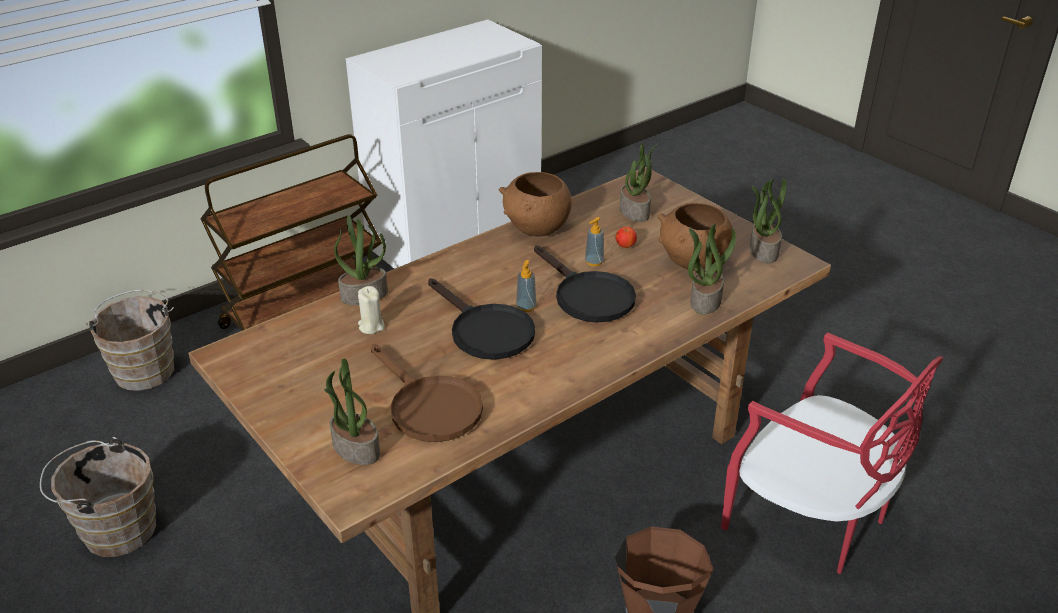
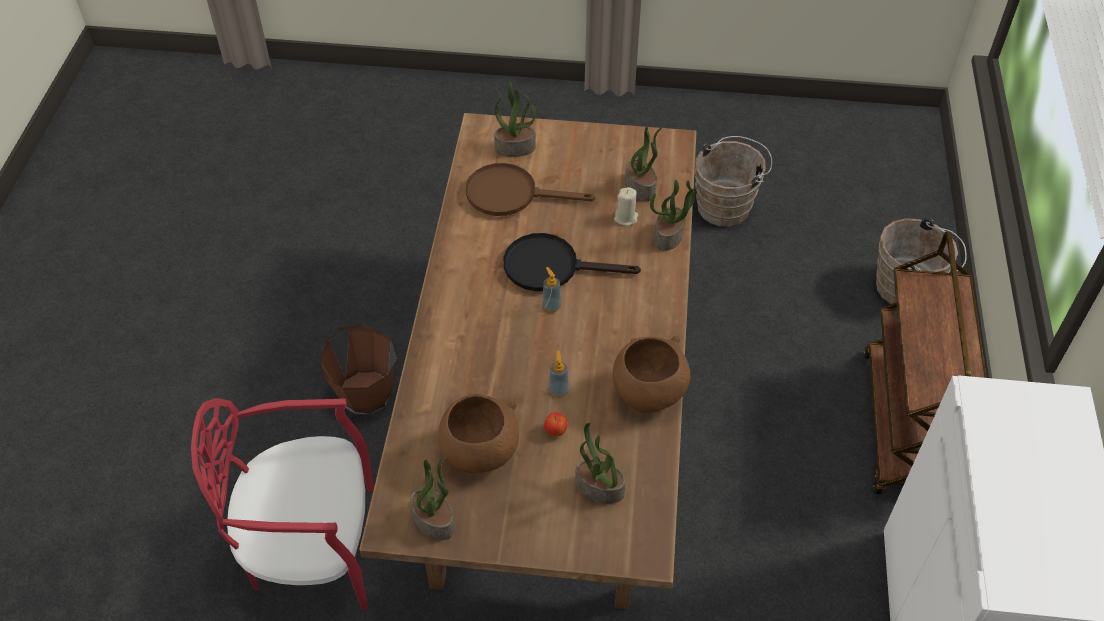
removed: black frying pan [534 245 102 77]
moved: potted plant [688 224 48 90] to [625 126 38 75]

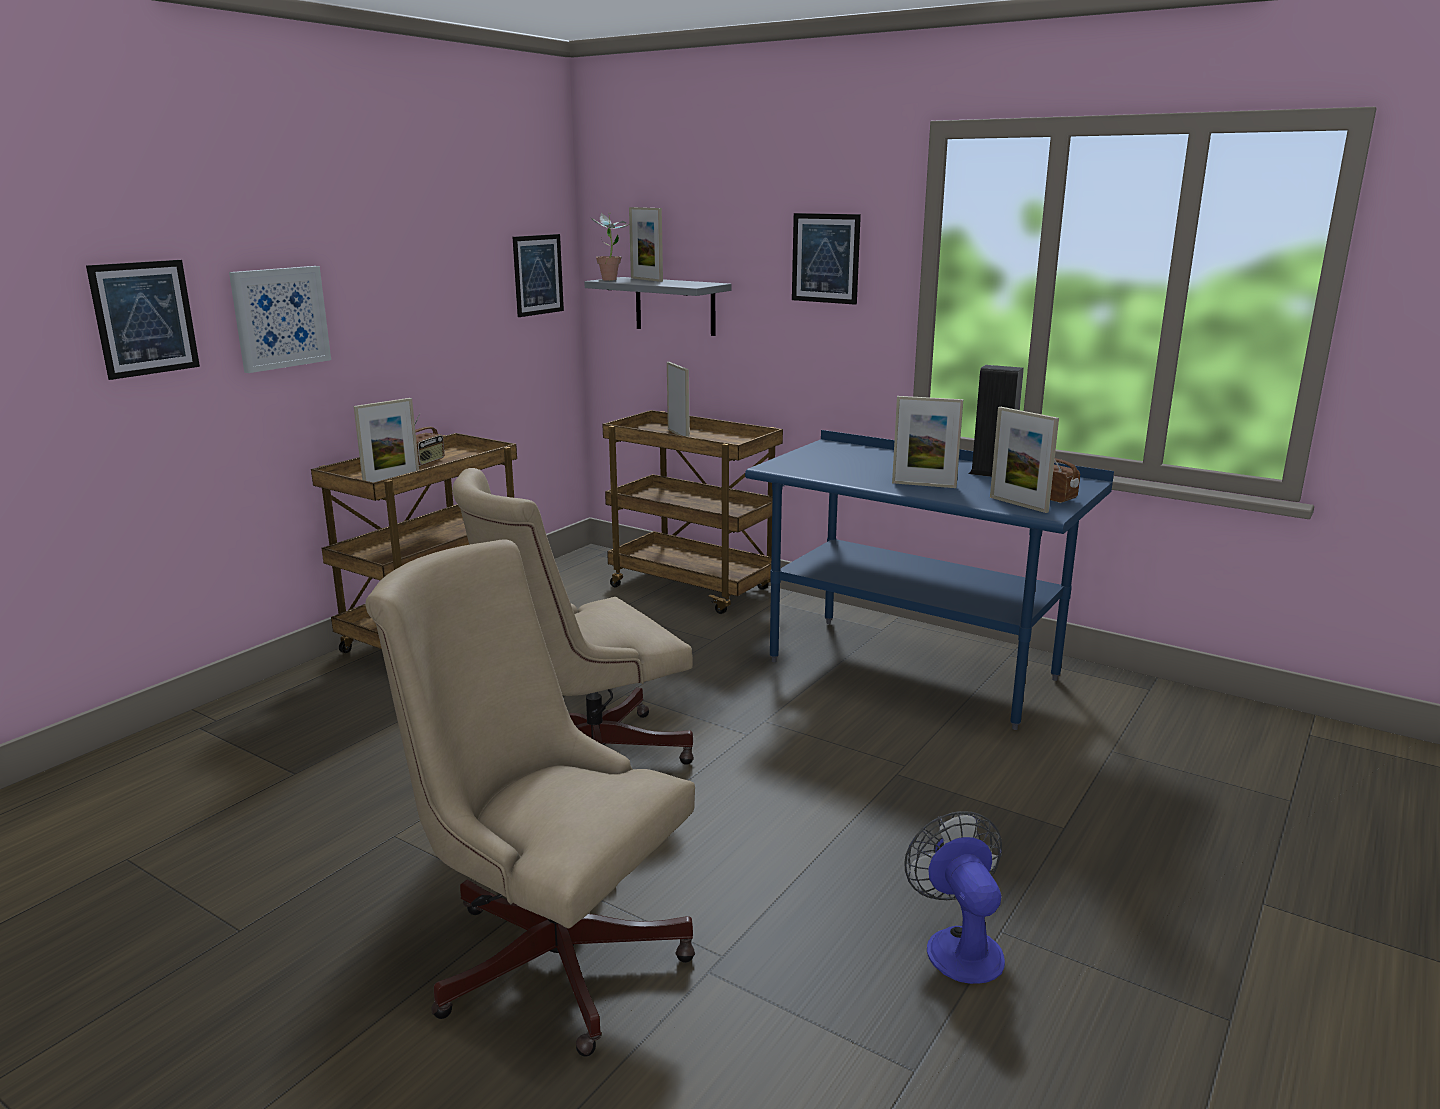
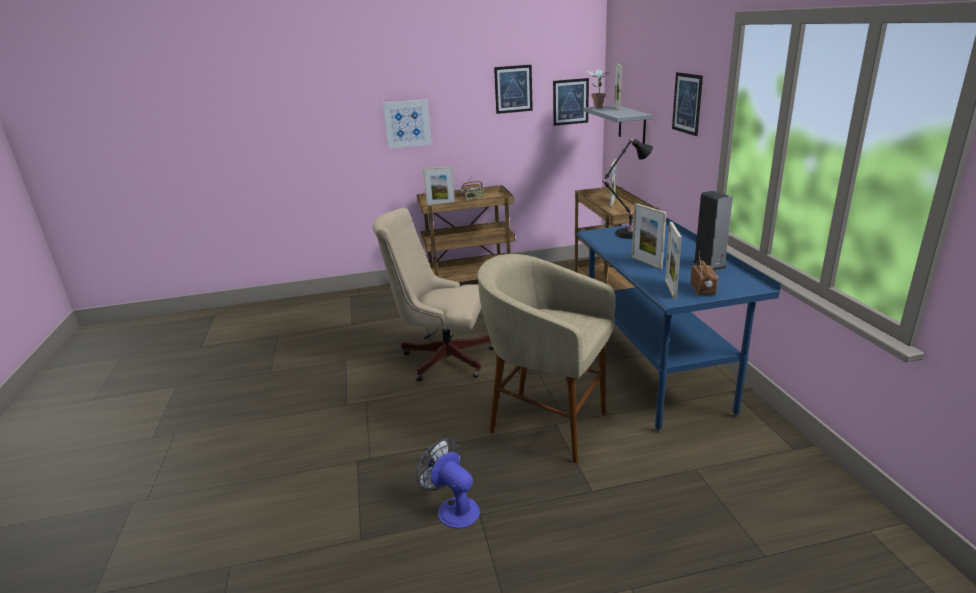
removed: beige office chair [365 539 330 518]
added: black table lamp [602 139 51 100]; beige stool [478 254 137 209]
moved: picture [86 260 114 120] to [494 65 39 49]
turned: fan [904 811 101 173] = [417 438 63 91] 75 degrees counterclockwise

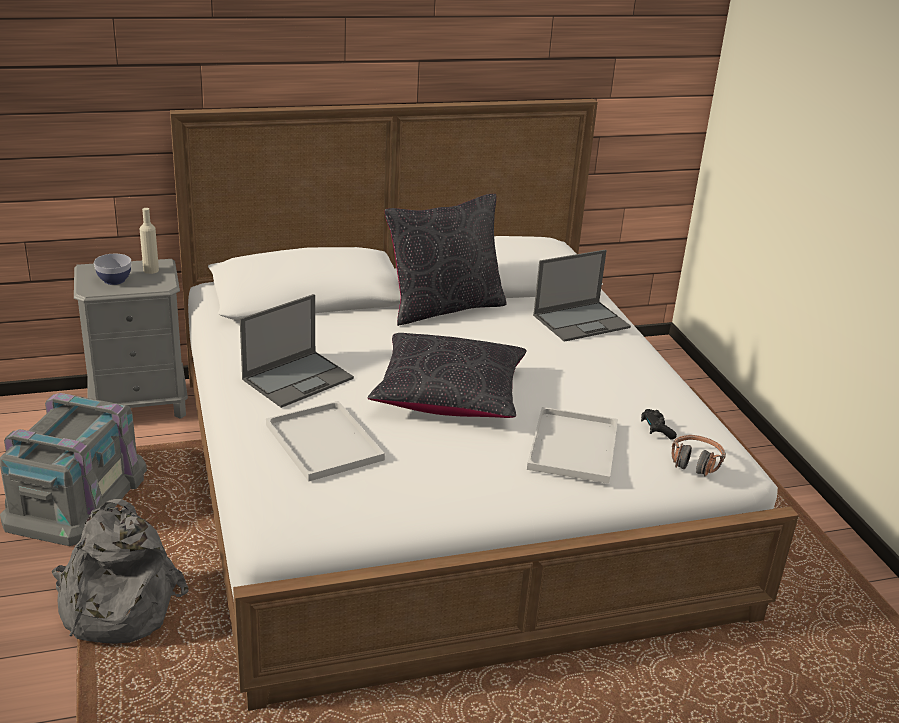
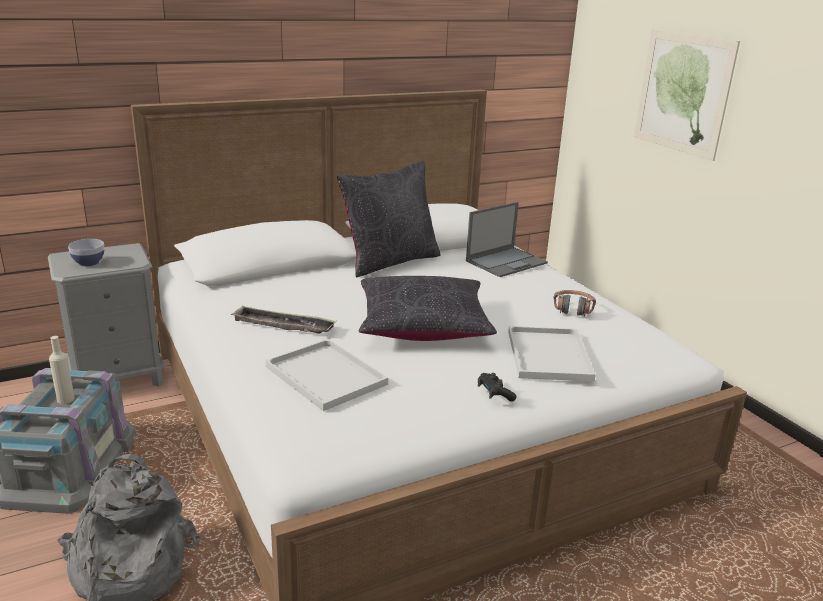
added: picture [634 30 106 131]
moved: beige bottle [140 208 19 66] to [49 336 26 68]; black game controller [641 409 36 31] to [478 373 38 29]; headphones [672 435 54 41] to [553 290 43 27]
replaced: laptop [240 294 114 114] to tray [231 305 106 29]

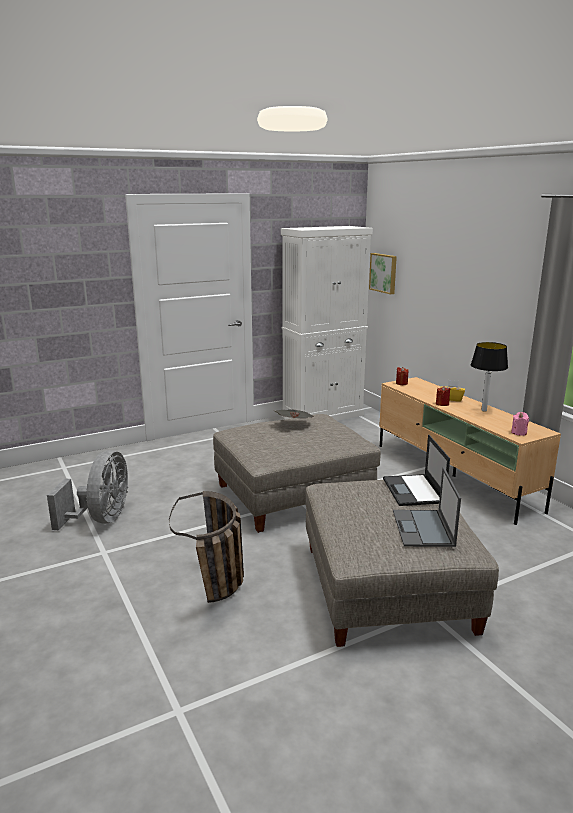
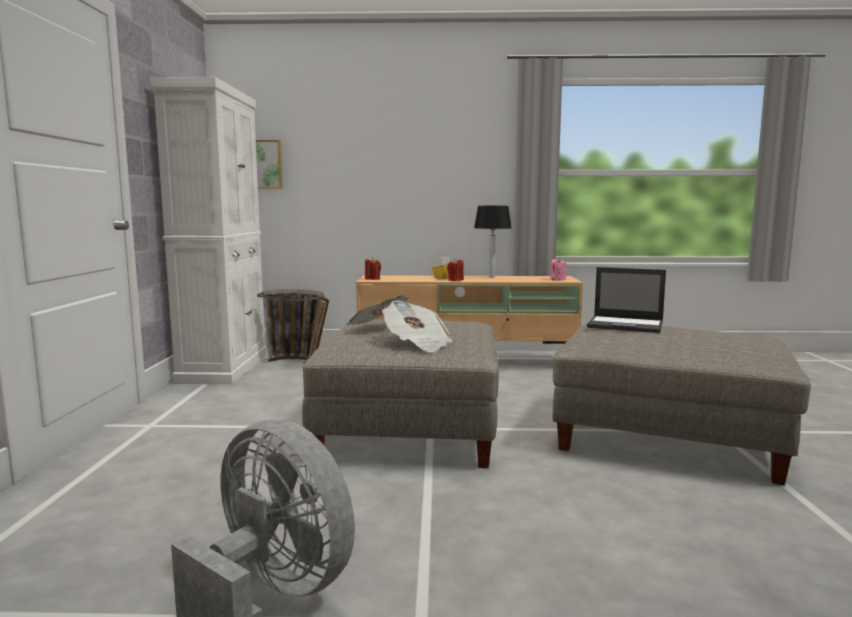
removed: laptop [393 467 68 80]
added: newspaper [382 301 71 51]
moved: basket [169 491 75 112] to [257 289 72 74]

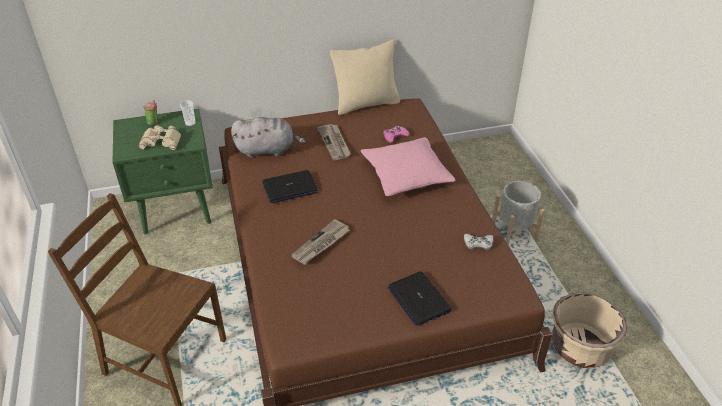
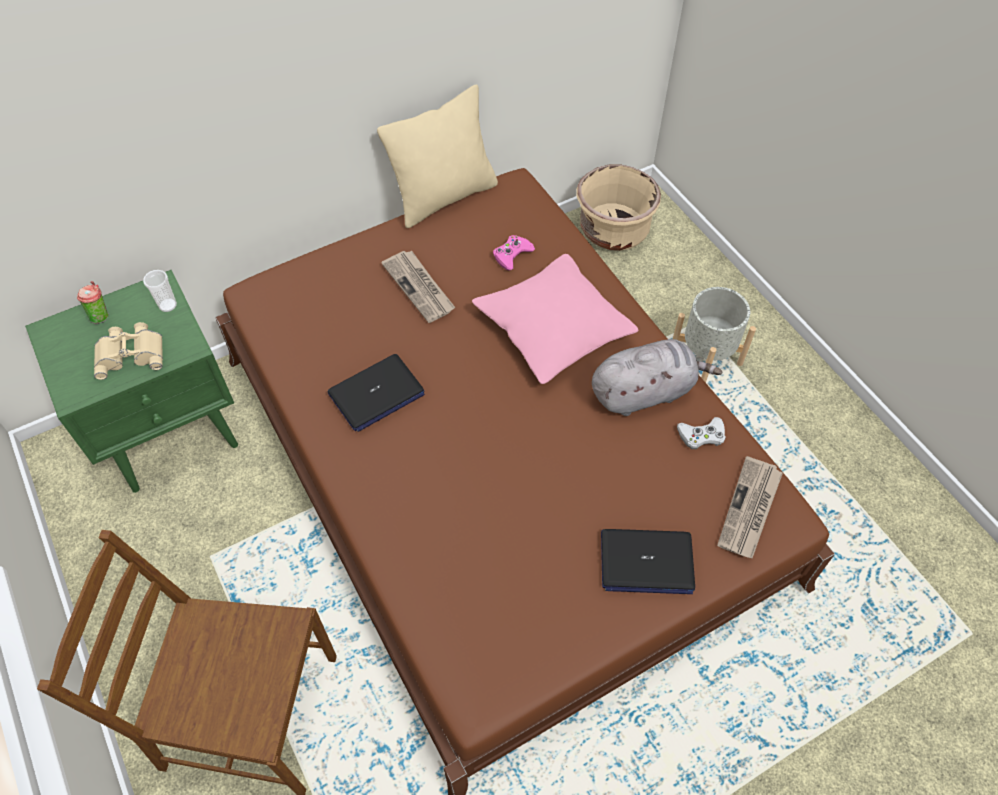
moved: grey plush toy [231 117 75 41] to [592 339 130 77]; newspaper [291 219 59 46] to [717 456 66 102]; beige planter [552 292 75 76] to [577 164 84 87]
turned: laptop [387 271 65 55] = [601 529 94 65] 45 degrees counterclockwise

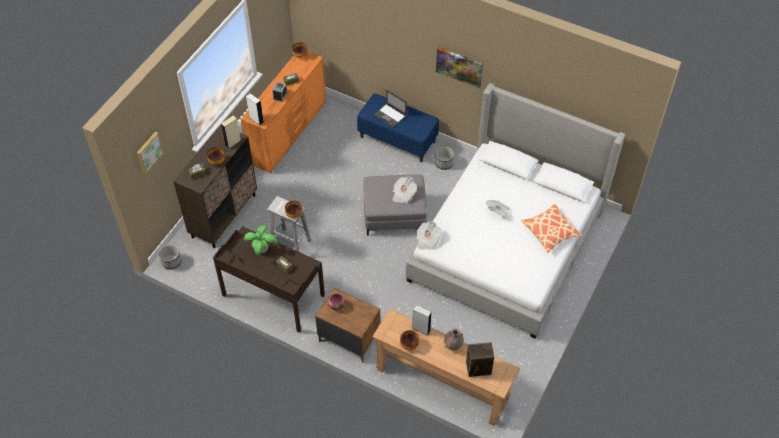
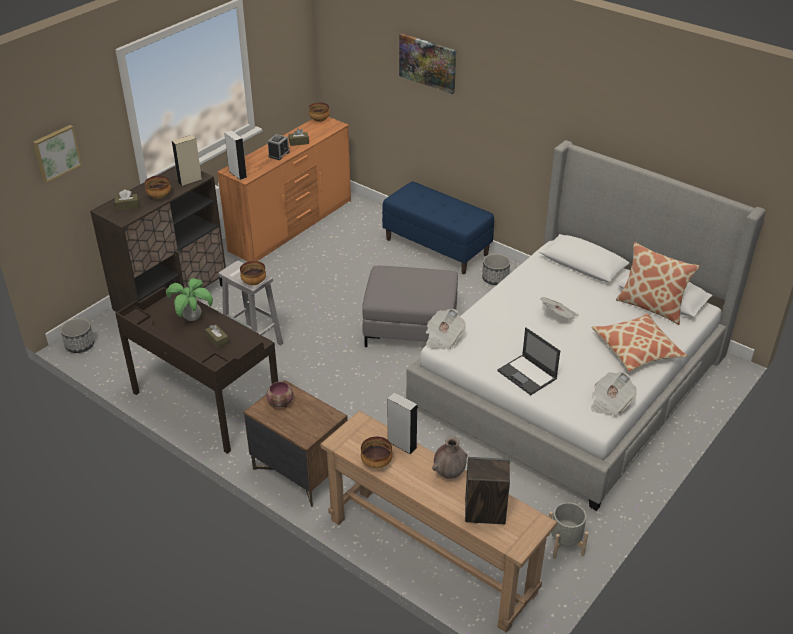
added: pillow [616 242 84 83]; grey planter [548 502 40 57]
moved: picture [436 47 47 41] to [399 33 57 61]; laptop [374 90 33 38] to [497 327 63 68]; newspaper [393 177 24 26] to [591 372 46 45]

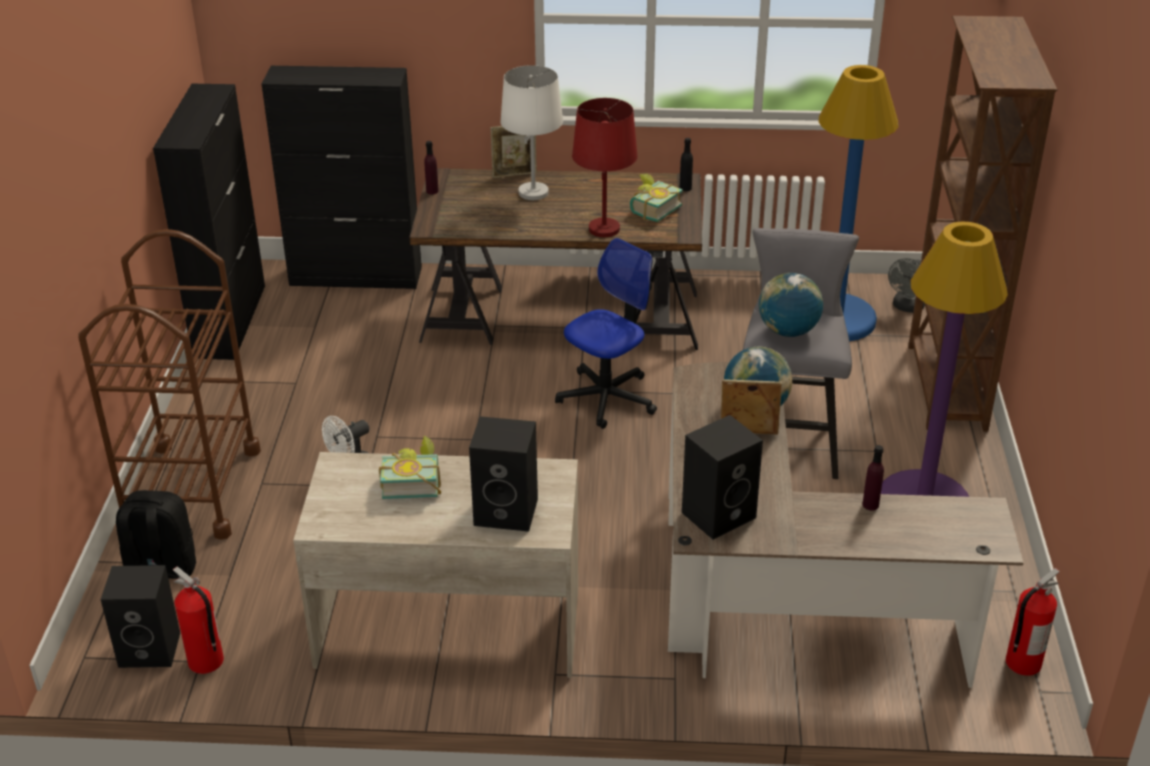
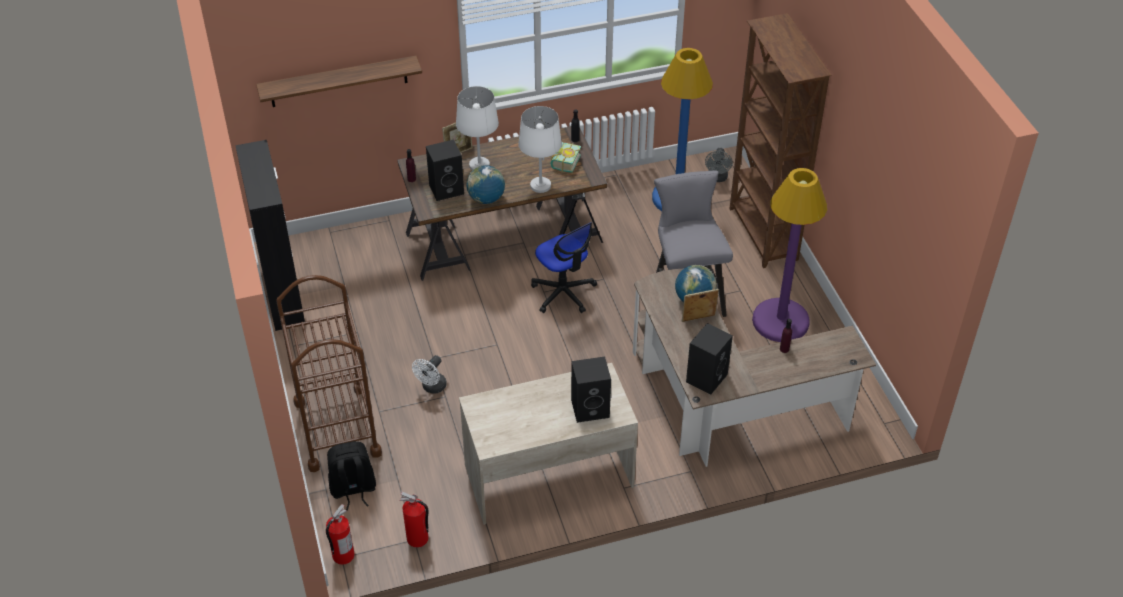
removed: black cabinet [261 66 161 223]; book [379 436 62 63]
added: shelf [256 56 166 51]
moved: globe [759 273 64 64] to [466 165 39 39]; black speaker [101 565 79 103] to [426 140 38 61]; fire extinguisher [1006 568 54 108] to [326 504 28 61]
recoloured: red table lamp [572 98 66 139] to white table lamp [518 106 44 87]
turned: office chair [555 238 102 191] = [531 222 66 91] 120 degrees clockwise

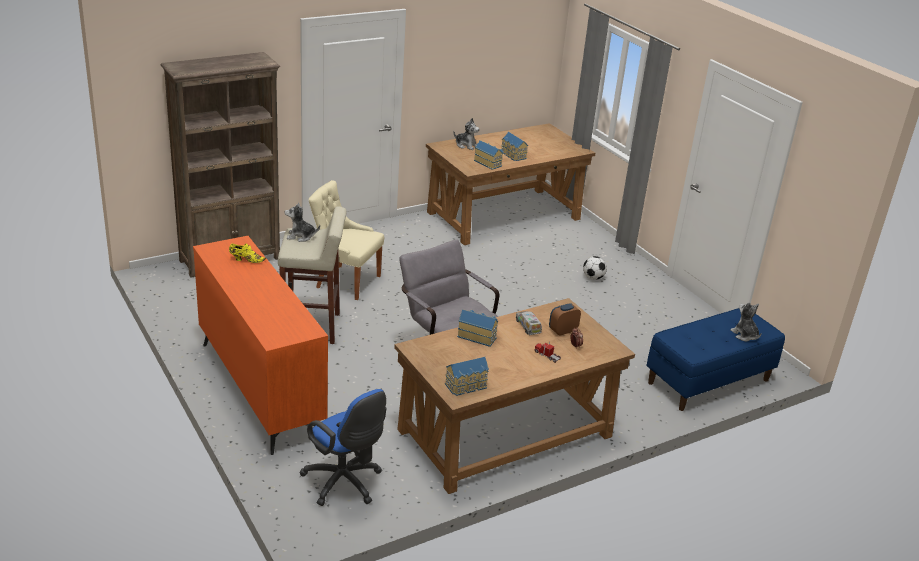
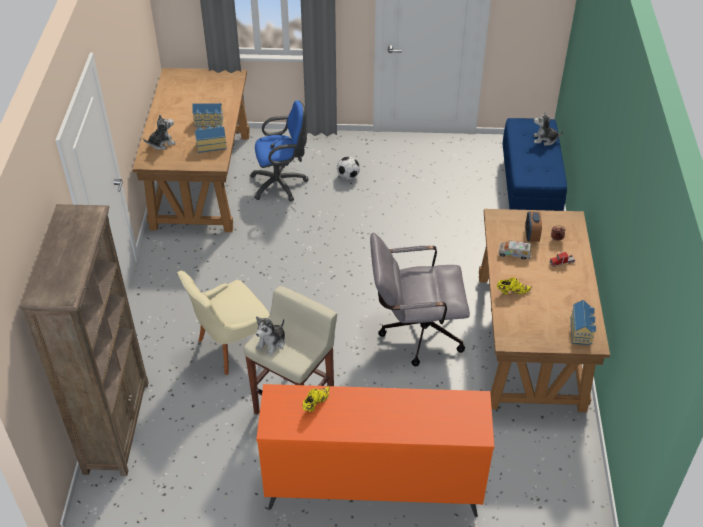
moved: blue office chair [299 389 87 117] to [250 100 59 102]
replaced: toy house [457 310 41 37] to yellow shoe [497 277 35 18]

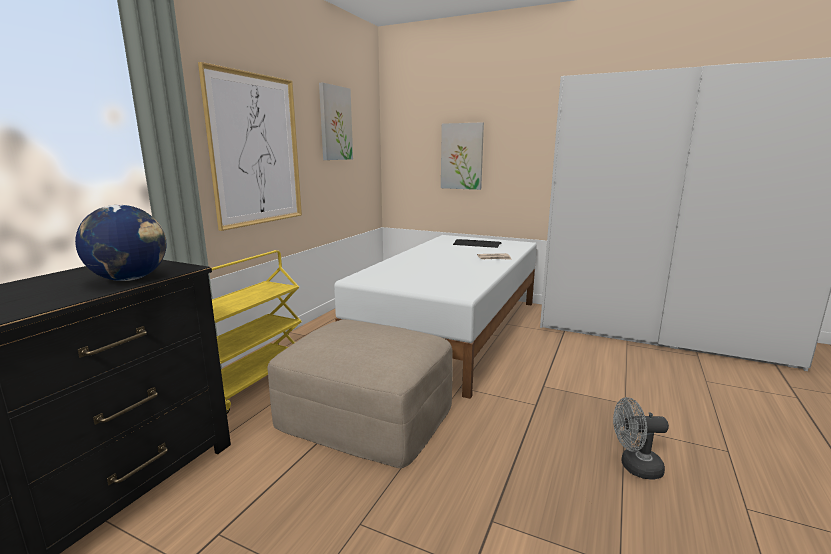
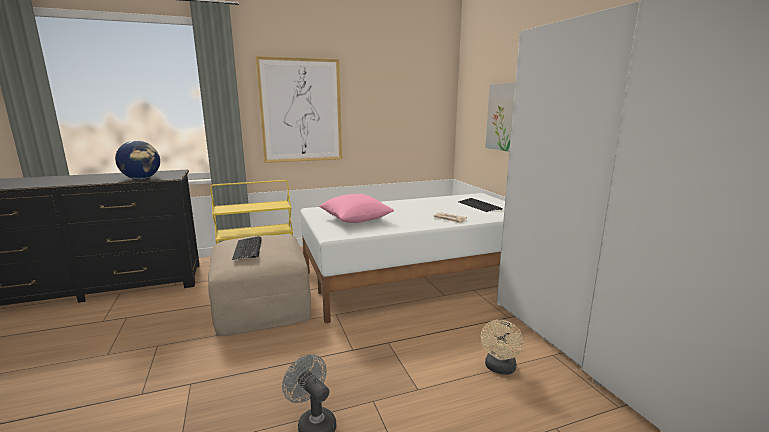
removed: picture [319 82 34 78]
added: pink pillow [319 194 75 29]; keyboard [232 236 30 24]; beige fan [481 320 43 55]

